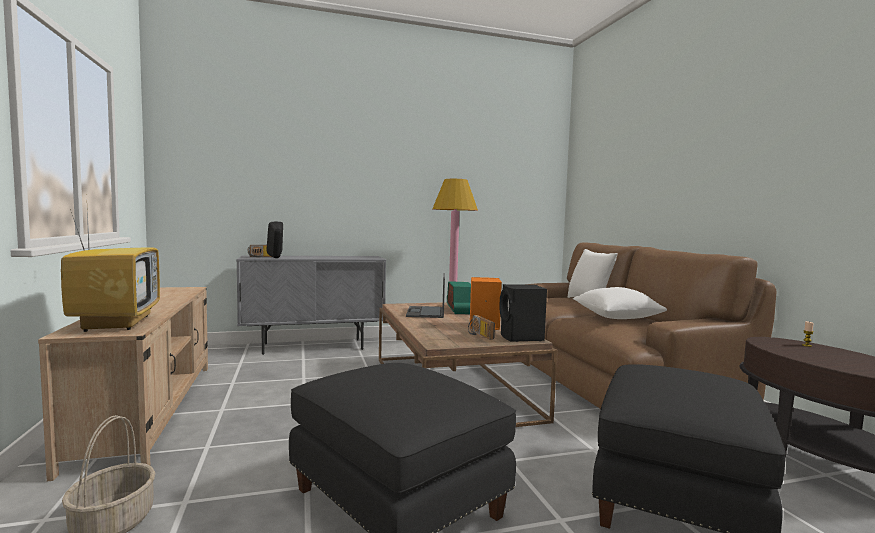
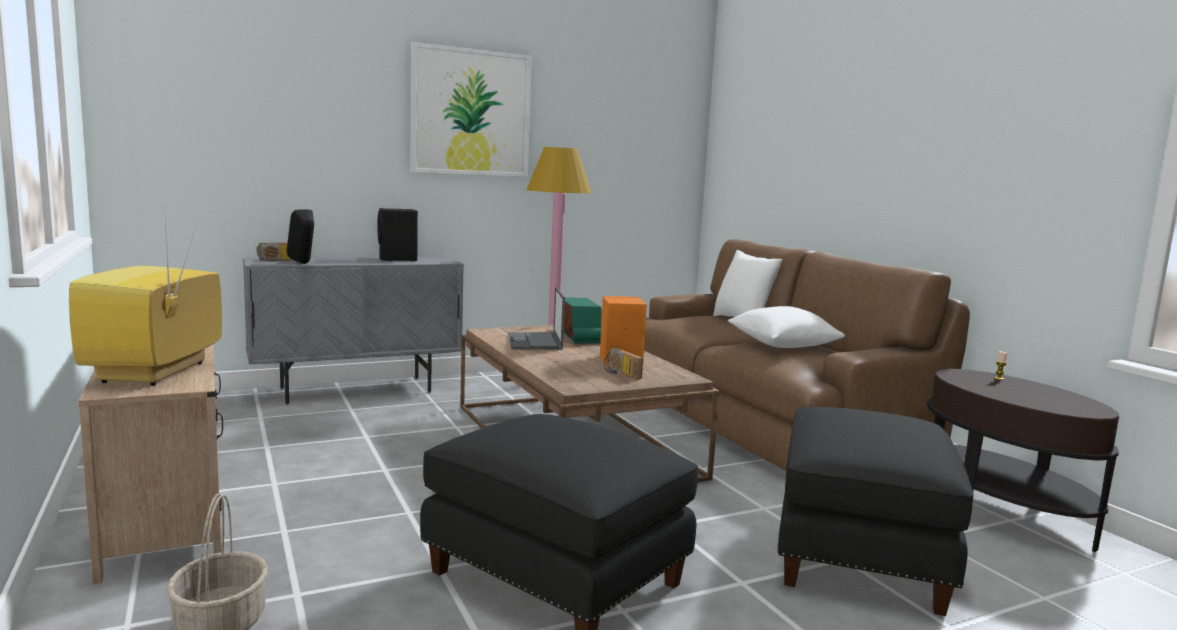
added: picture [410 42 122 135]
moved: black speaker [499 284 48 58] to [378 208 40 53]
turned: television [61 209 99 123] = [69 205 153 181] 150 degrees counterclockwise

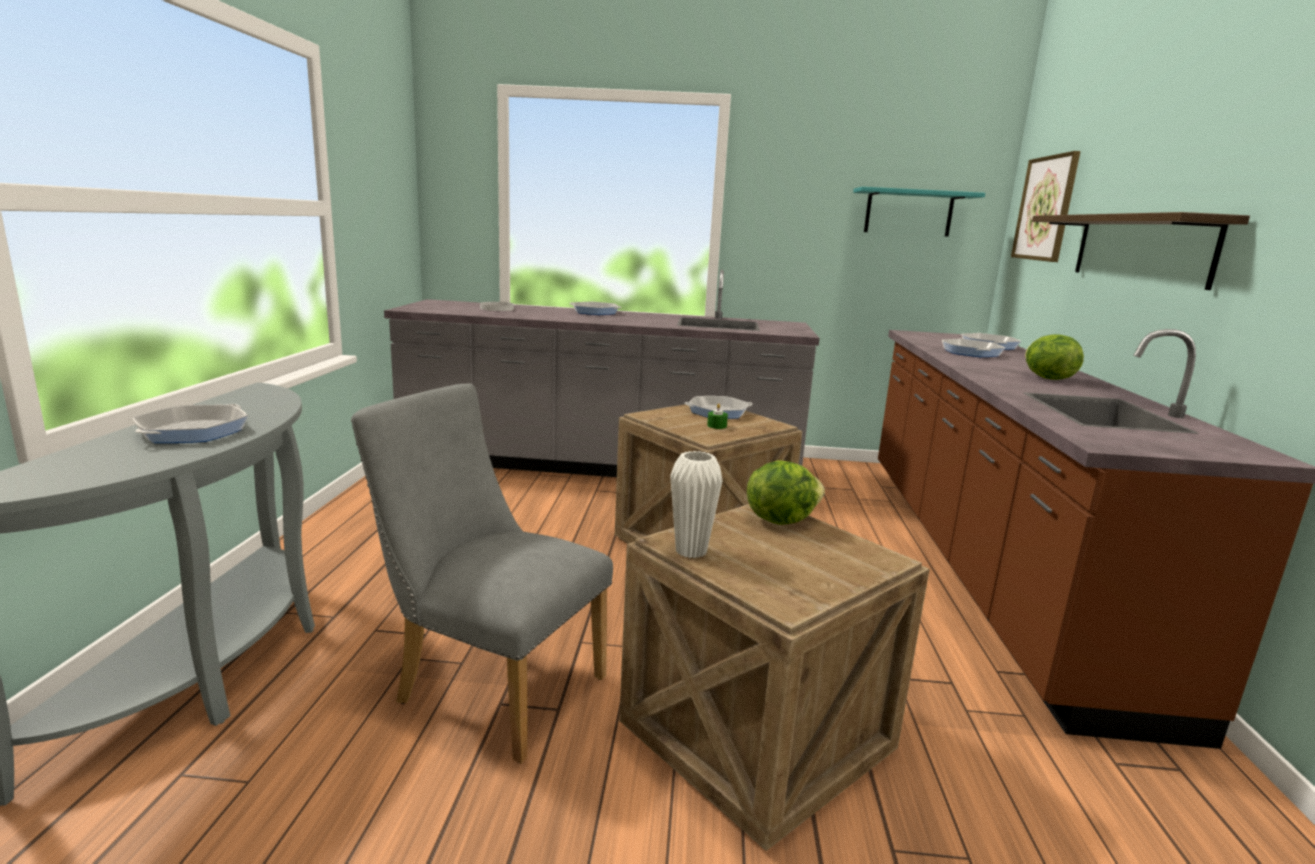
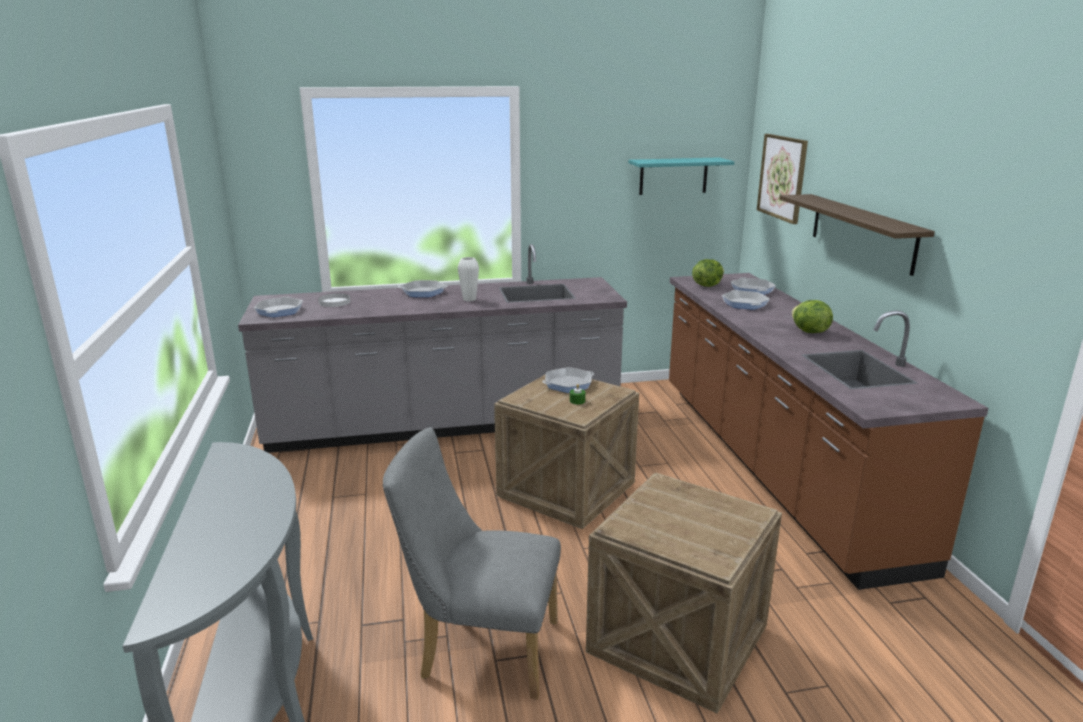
moved: frying pan [133 404 115 39] to [254 296 49 21]; white vase [670 451 53 107] to [458 257 21 44]; lettuce [747 460 78 65] to [692 259 32 28]

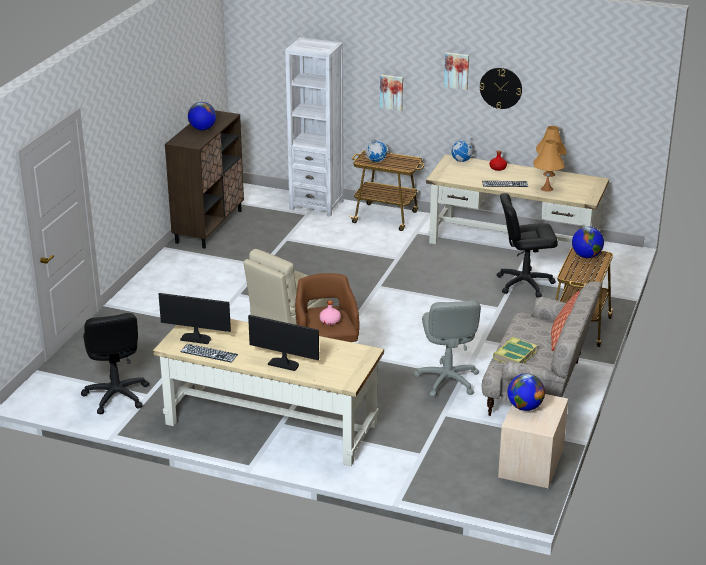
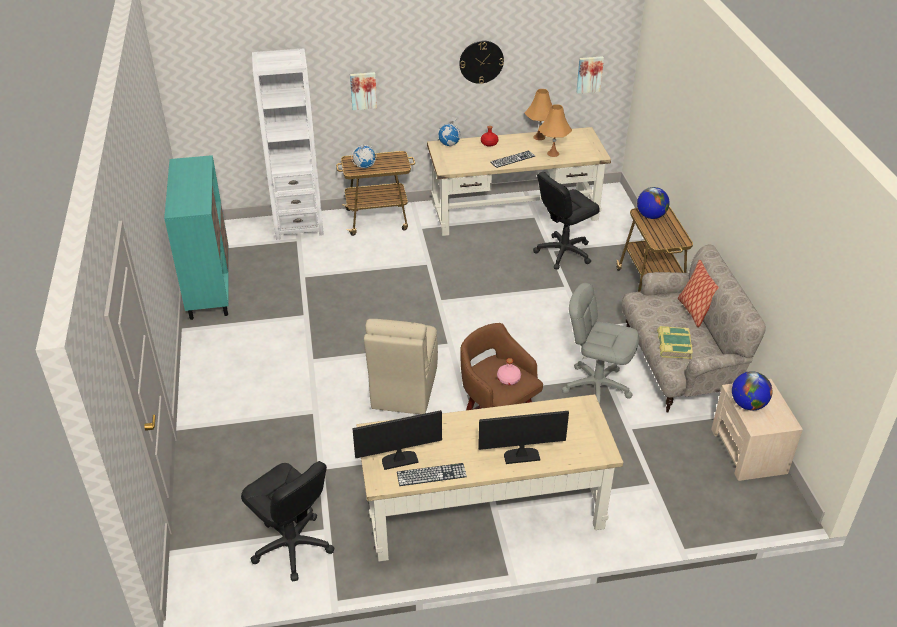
removed: globe [188 102 28 28]
moved: picture [444 52 25 38] to [576 56 28 38]
recoloured: brown cabinet [165 110 79 139] to turquoise cabinet [164 155 64 165]
turned: grey office chair [413 300 68 97] = [562 283 77 124] 150 degrees clockwise

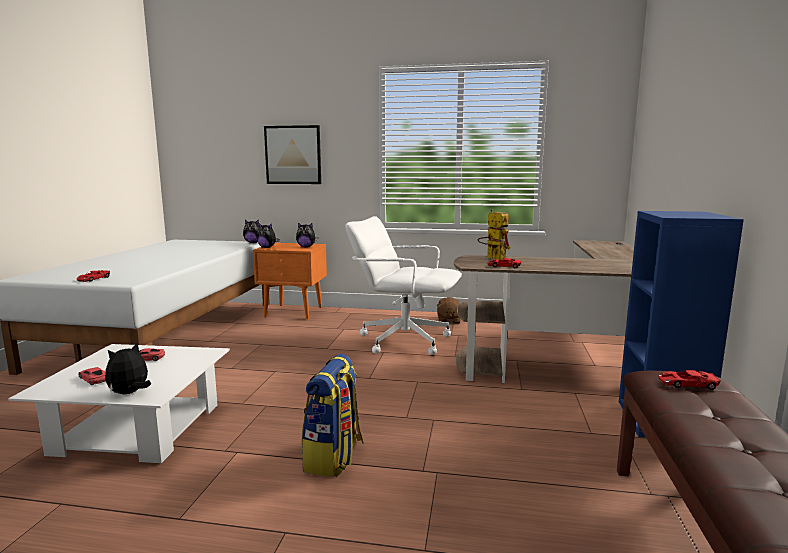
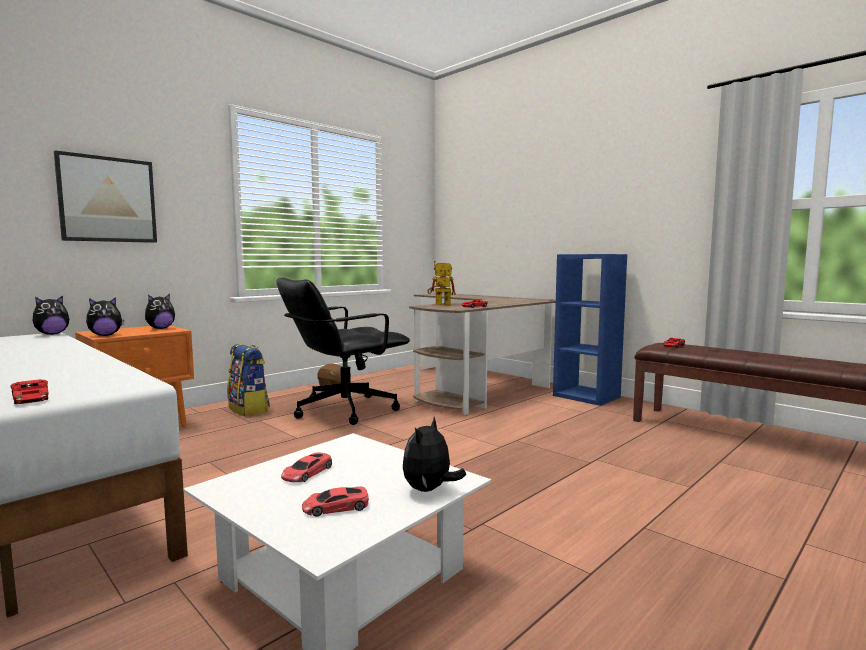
moved: backpack [302 354 62 123] to [227 344 43 72]
recoloured: white office chair [345 216 117 139] to black office chair [276 278 134 147]
turned: plush toy [105 342 46 52] = [403 417 63 75] 45 degrees clockwise

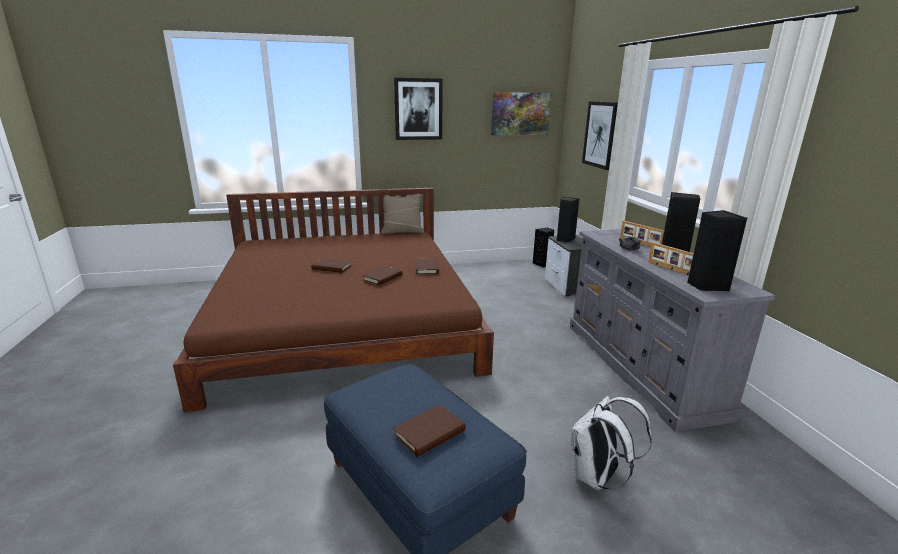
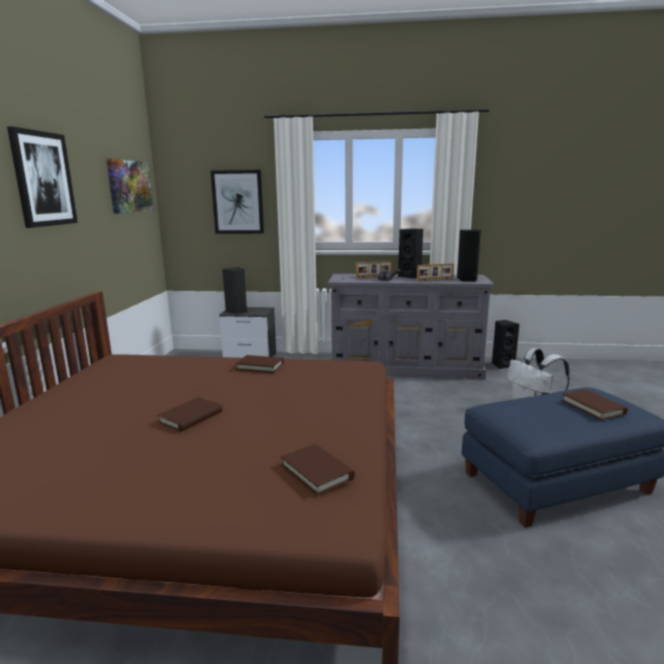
removed: beige pillow [381 194 43 40]
moved: black speaker [533 228 21 40] to [492 320 28 49]; brown book [362 266 40 19] to [281 444 74 52]

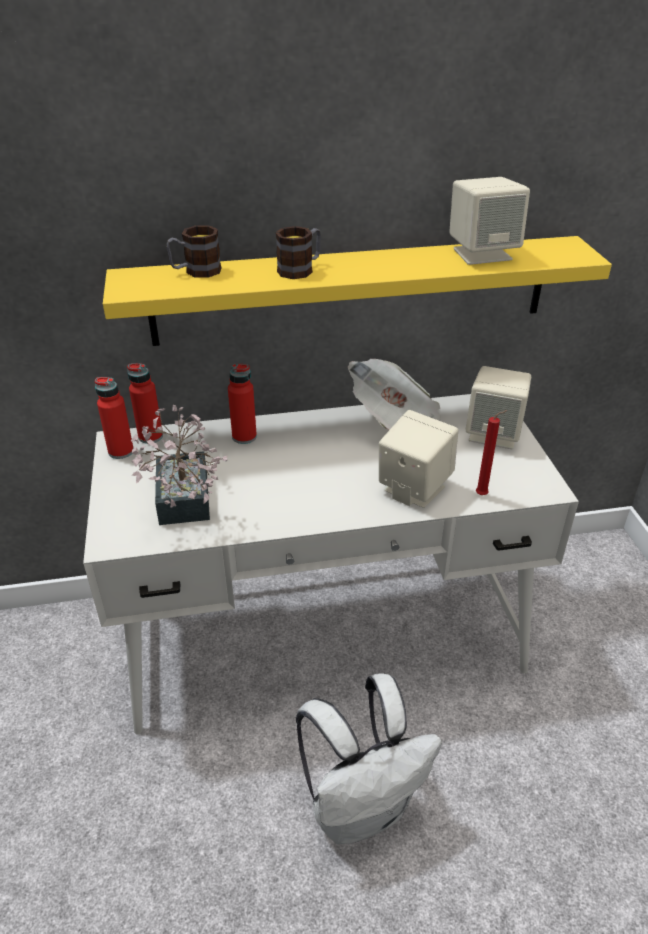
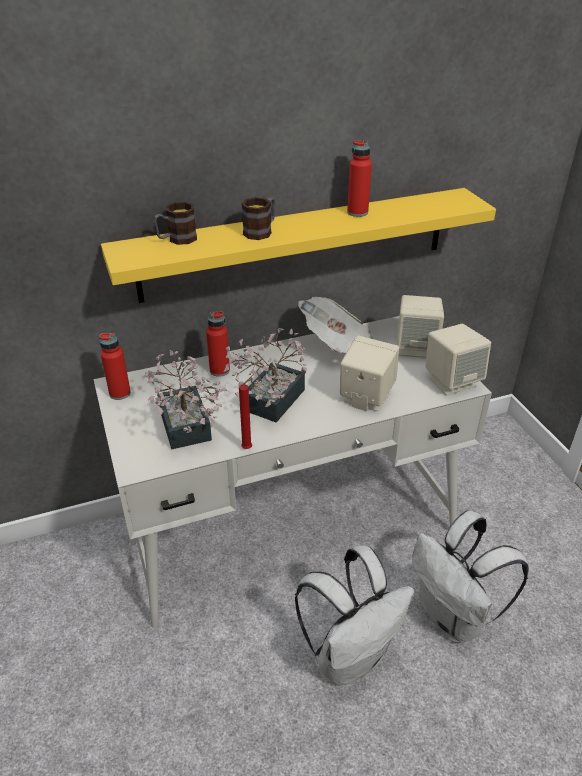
added: potted plant [223 328 84 95]; white backpack [412 511 117 132]
moved: beige speaker [449 177 81 88] to [425 324 66 71]; red bottle [127 363 36 81] to [347 140 25 77]; red candle [476 410 32 85] to [239 378 14 71]

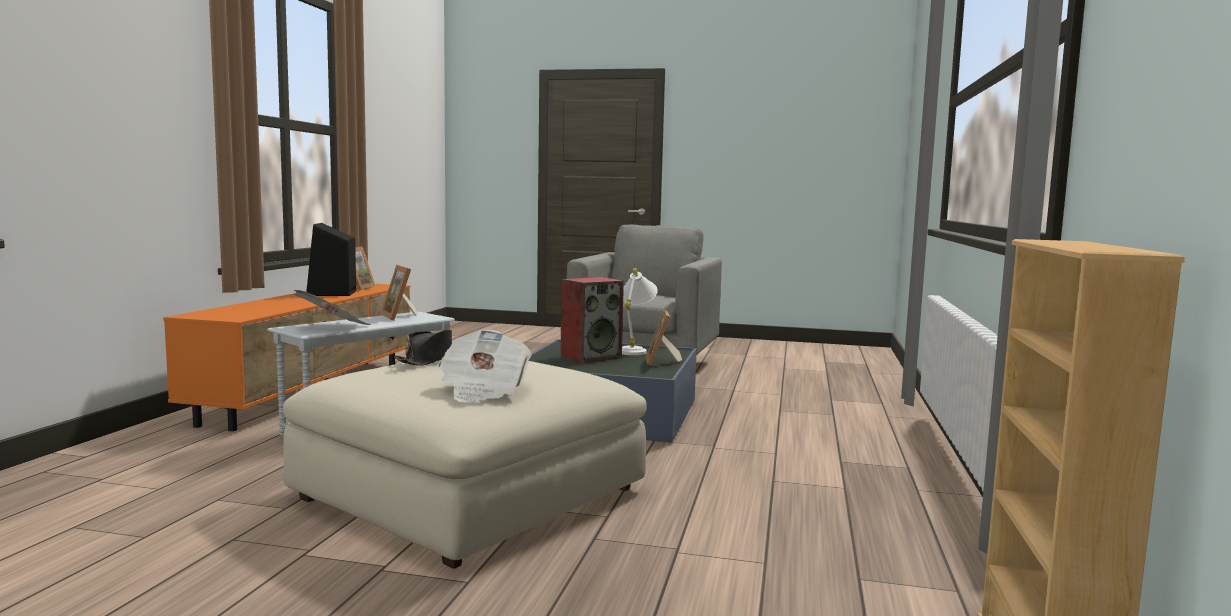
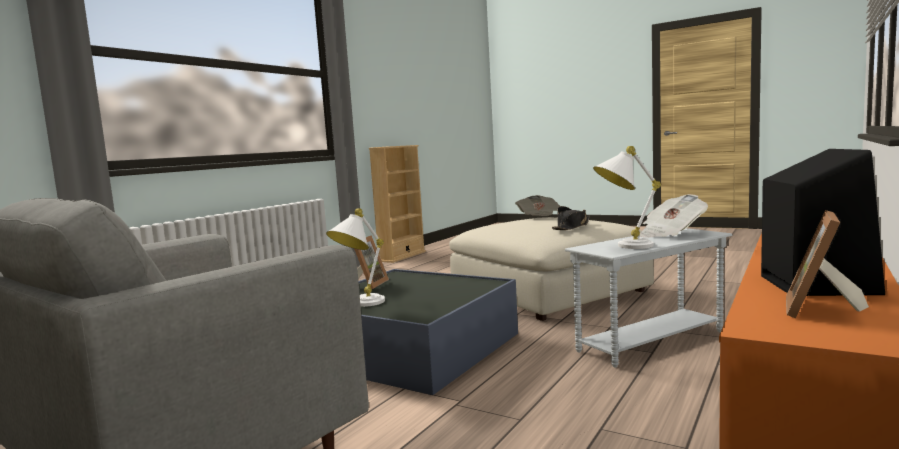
removed: speaker [560 277 64 86]
replaced: picture frame [380 265 38 55] to white table lamp [593 146 68 103]

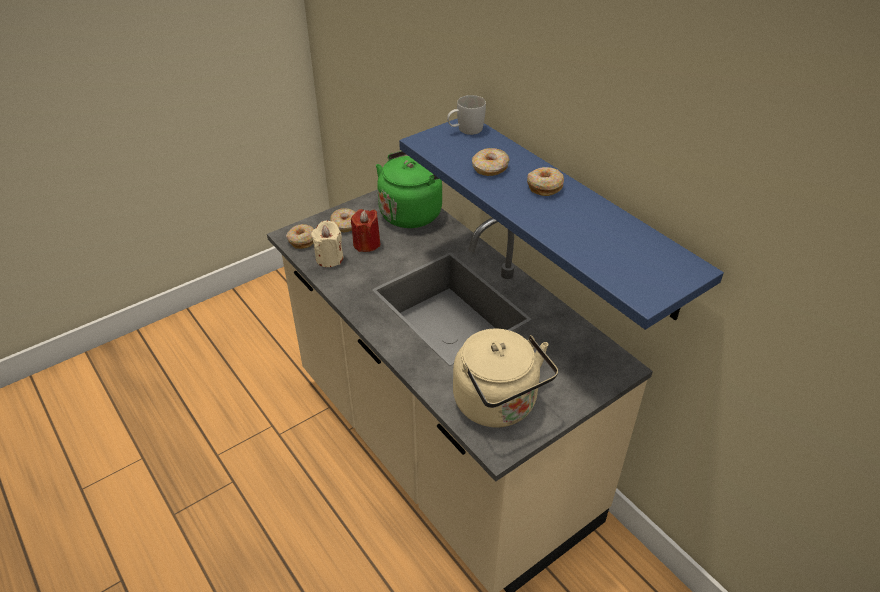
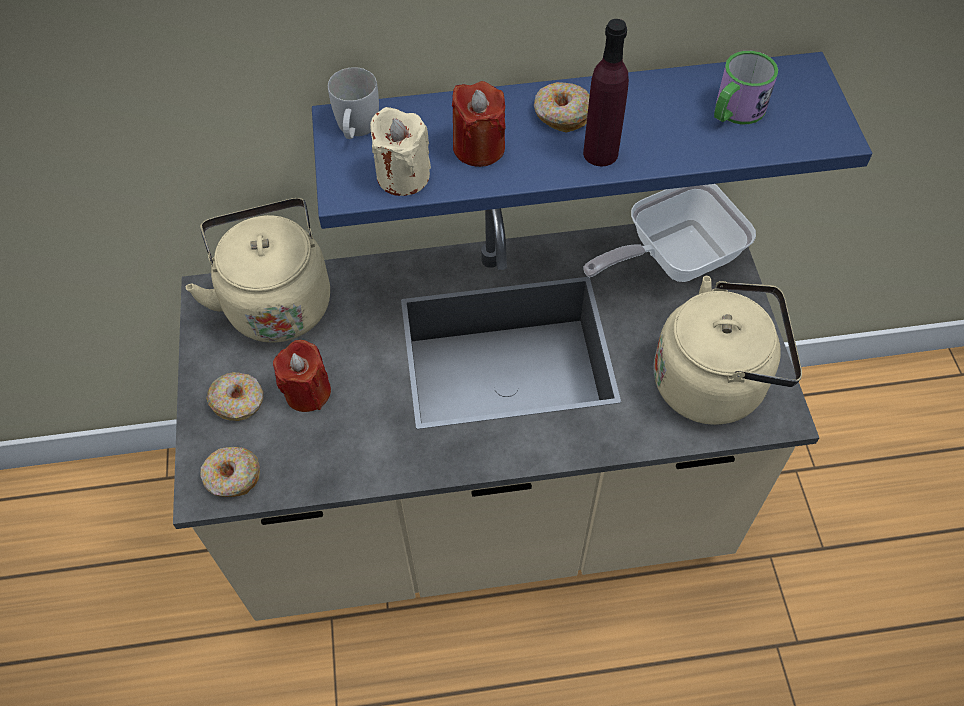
added: purple bottle [583 19 46 147]; mug [714 51 64 73]; frying pan [583 184 173 98]
moved: beige candle [311 220 33 47] to [370 107 61 89]
replaced: donut [472 148 37 28] to red candle [452 81 54 86]
recoloured: green kettle [376 151 66 77] to beige kettle [185 198 145 144]

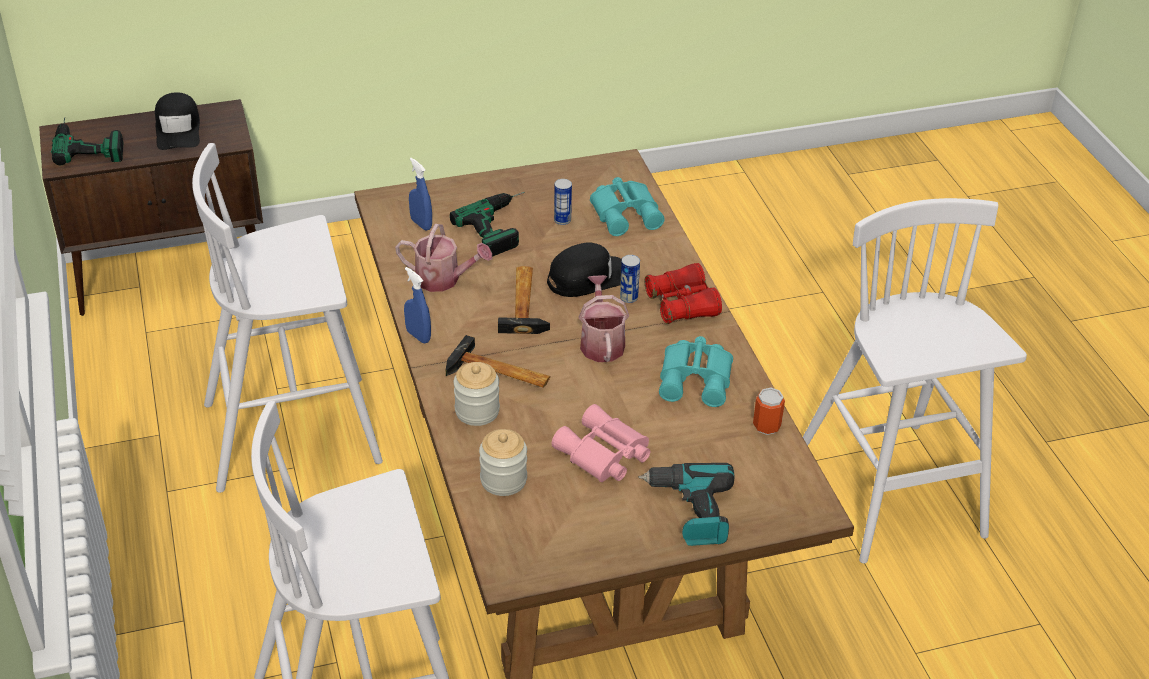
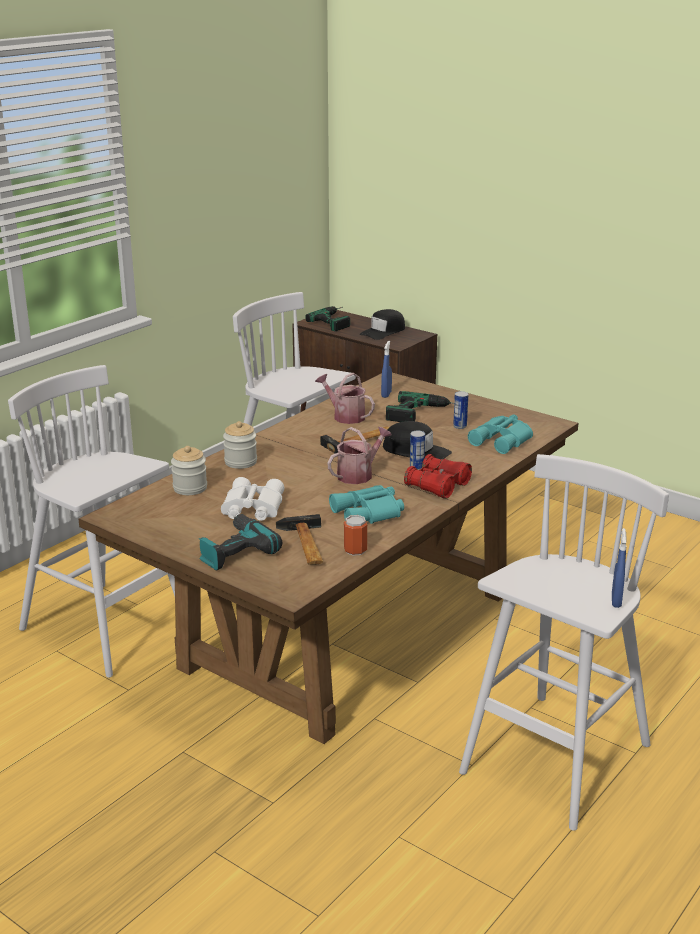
moved: blue spray bottle [404 267 27 76] to [612 528 15 80]; hammer [446 335 104 53] to [276 514 47 51]
recoloured: pink binoculars [552 404 98 78] to white binoculars [221 477 63 44]
turned: watering can [395 224 97 68] = [315 373 60 51] 150 degrees clockwise

